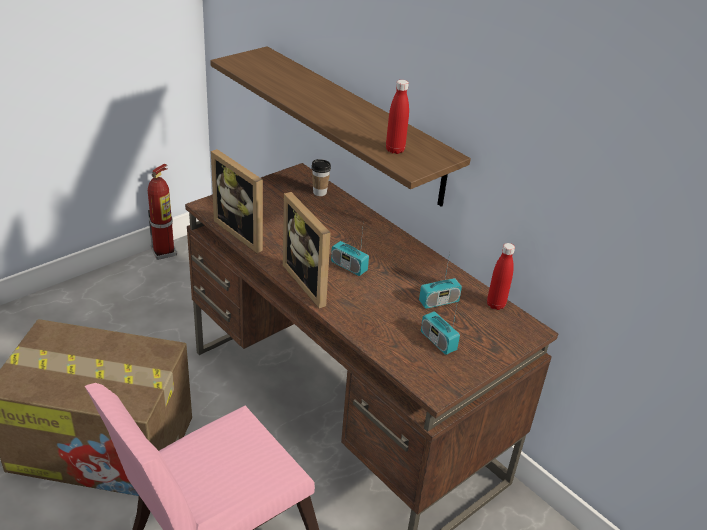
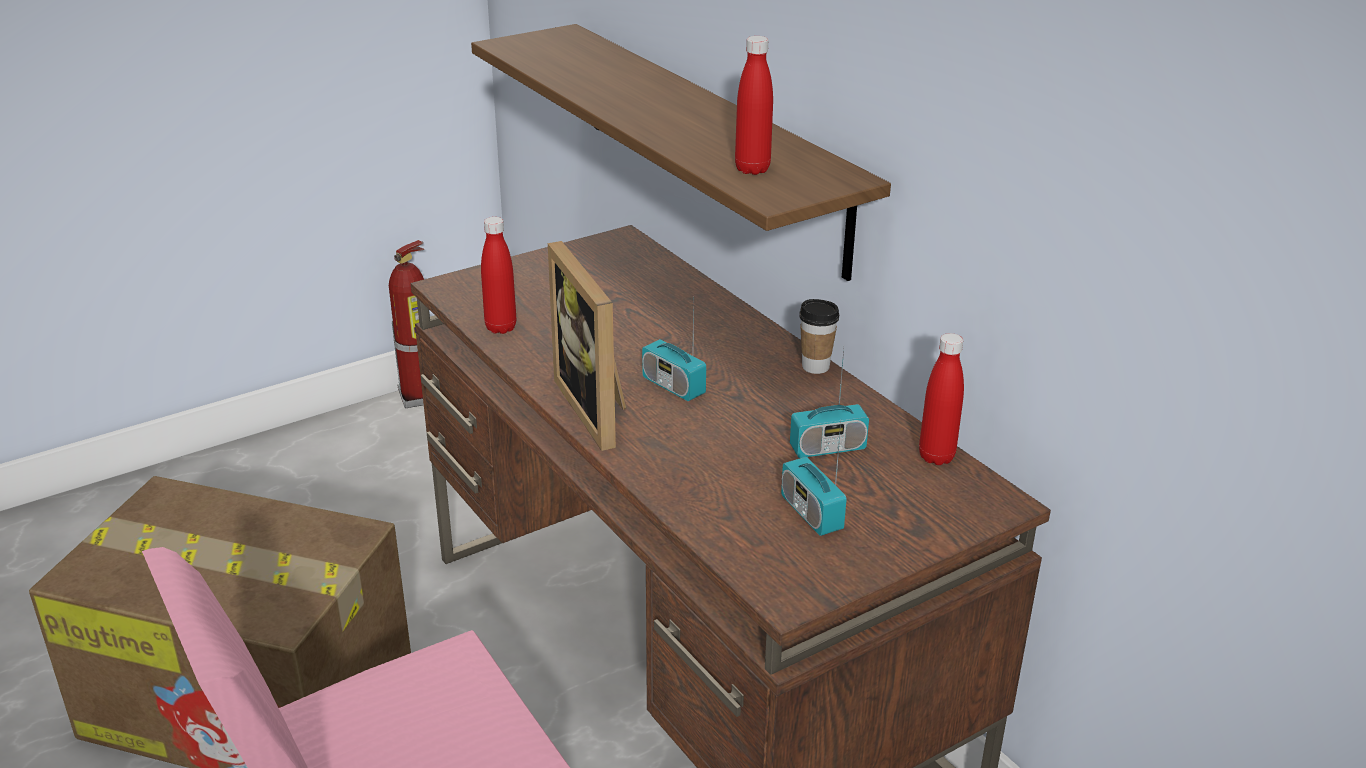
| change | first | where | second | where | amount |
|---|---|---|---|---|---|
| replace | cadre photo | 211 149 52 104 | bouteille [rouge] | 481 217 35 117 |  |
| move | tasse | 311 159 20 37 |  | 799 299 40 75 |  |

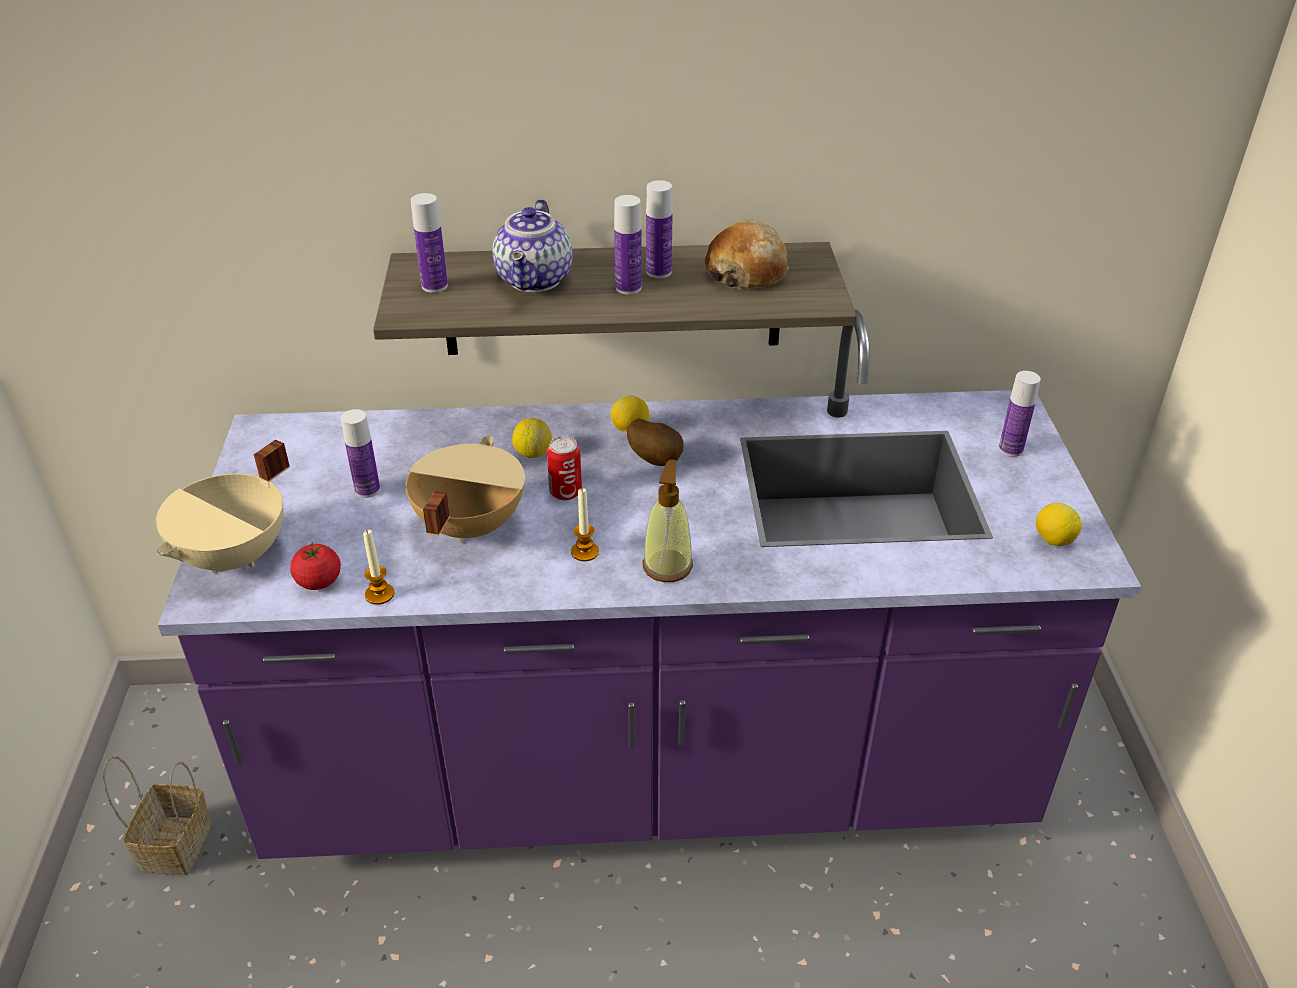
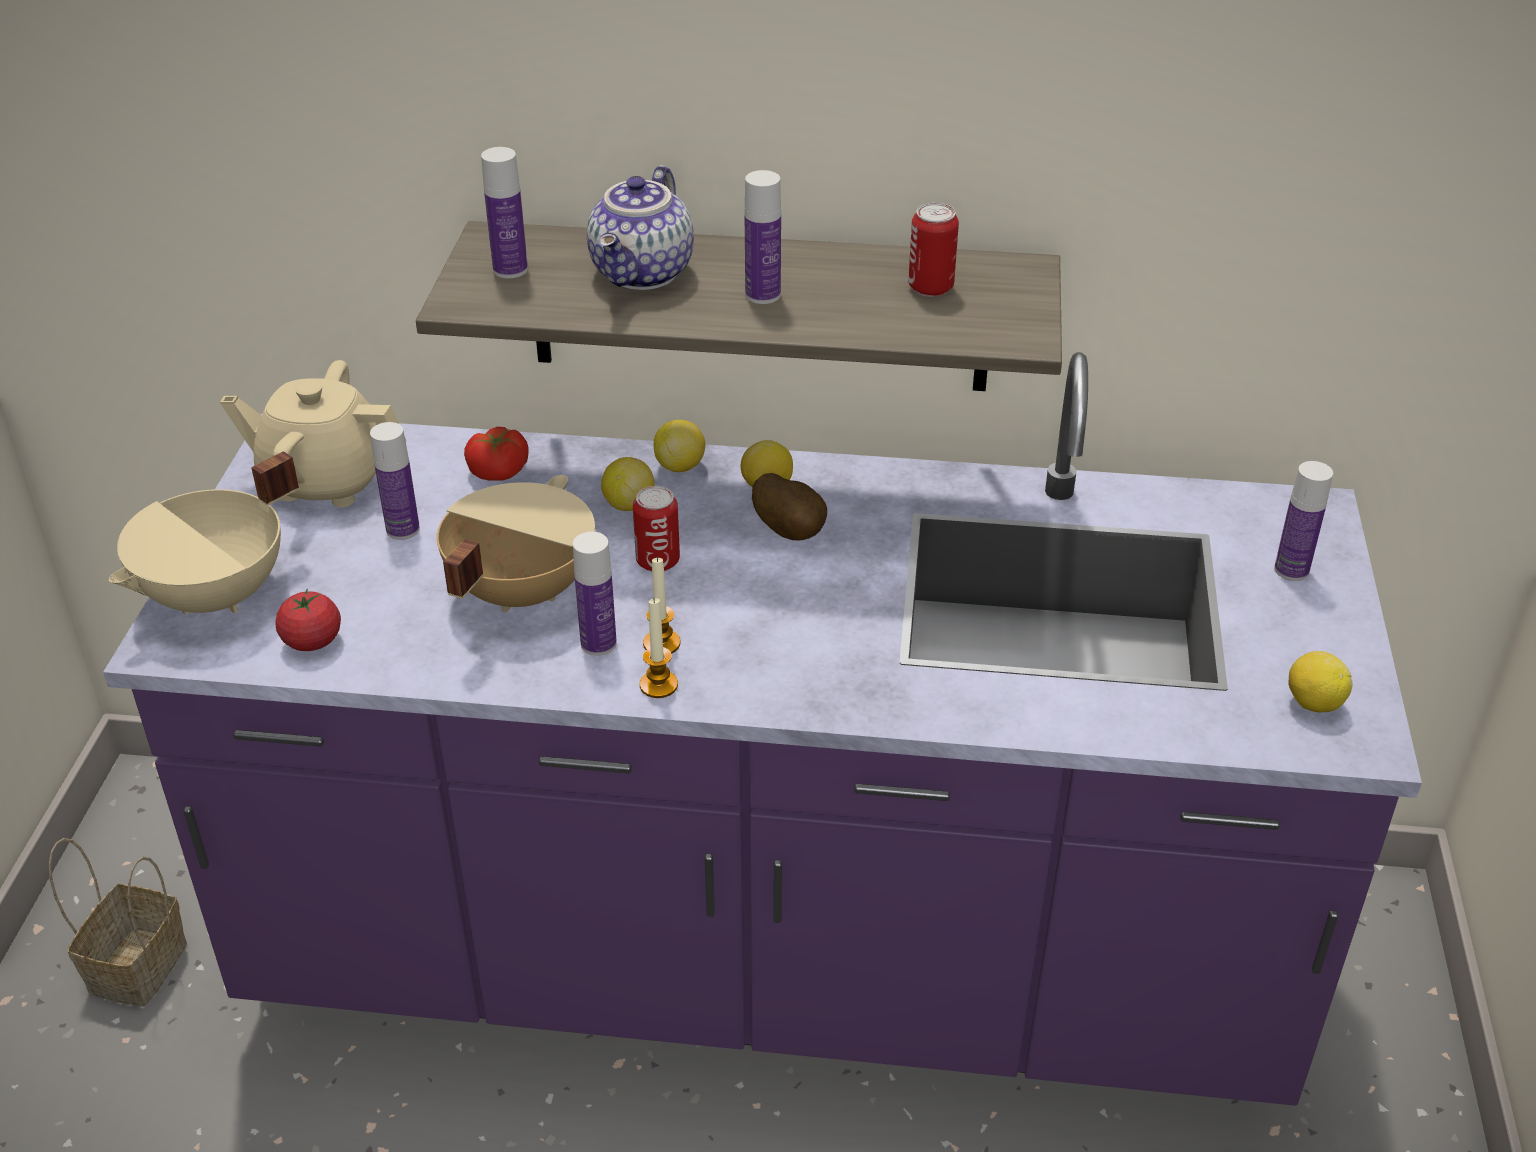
| change | first | where | second | where | amount |
|---|---|---|---|---|---|
| move | bouteille | 646 180 27 98 |  | 573 532 44 124 |  |
| replace | pain | 705 220 84 70 | boîte métallique | 908 203 51 94 |  |
| delete | distributeur de savon | 642 459 51 123 |  |  |  |
| move | bougie | 363 530 31 75 |  | 640 598 38 100 |  |
| insert |  |  | théière [beige] | 220 360 187 147 |  |
| insert |  |  | citron | 654 420 51 52 |  |
| insert |  |  | tomate | 464 427 65 54 |  |

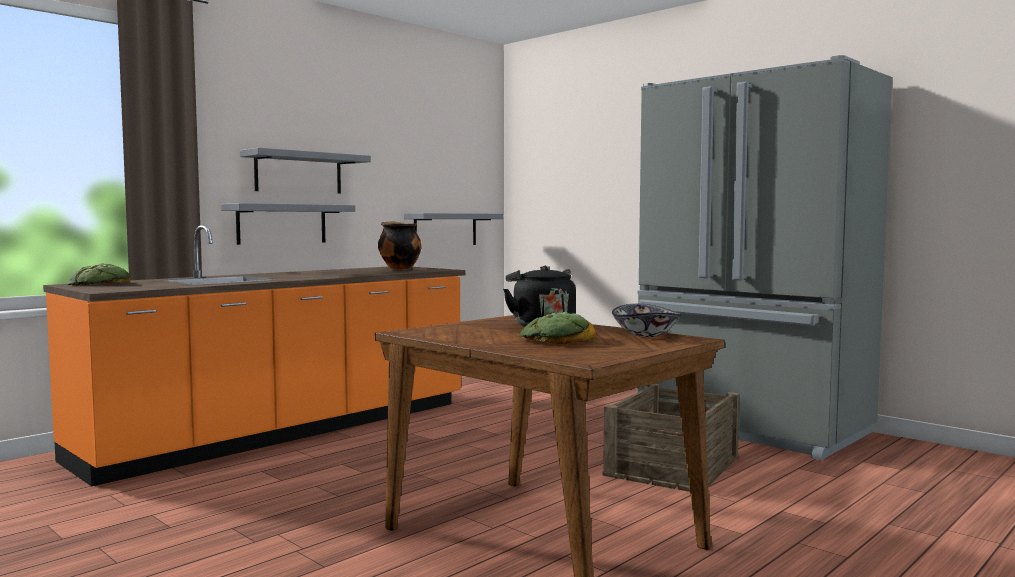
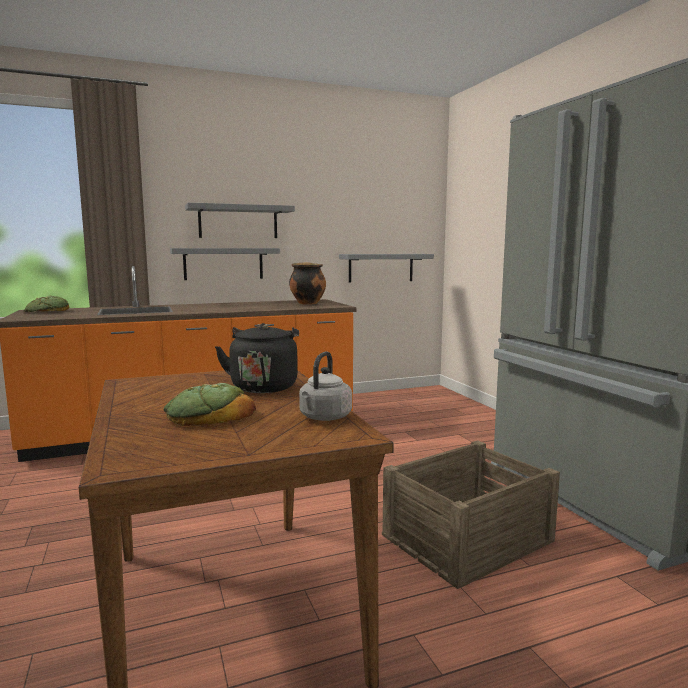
| change | first | where | second | where | amount |
|---|---|---|---|---|---|
| replace | bol | 612 304 70 33 | bouilloire [gris] | 299 351 53 70 |  |

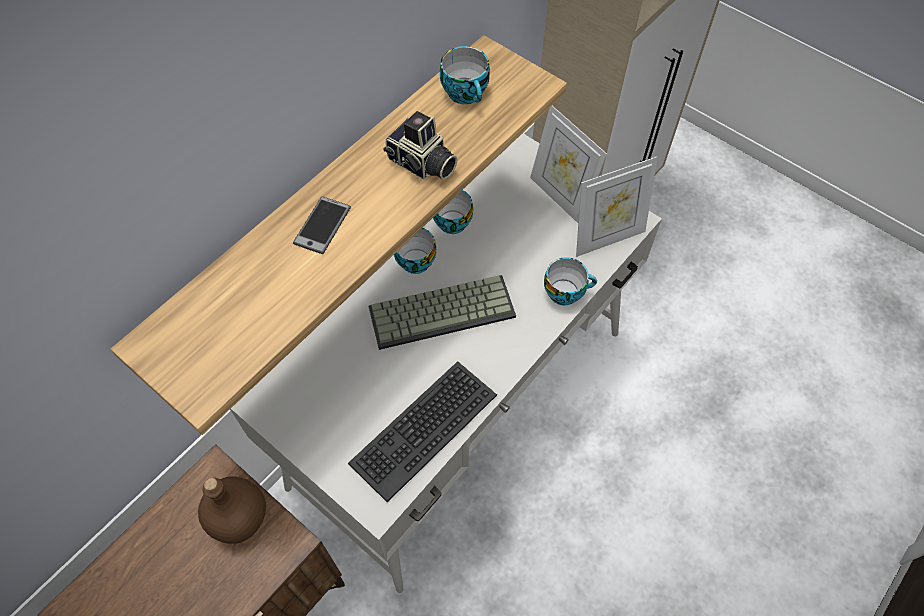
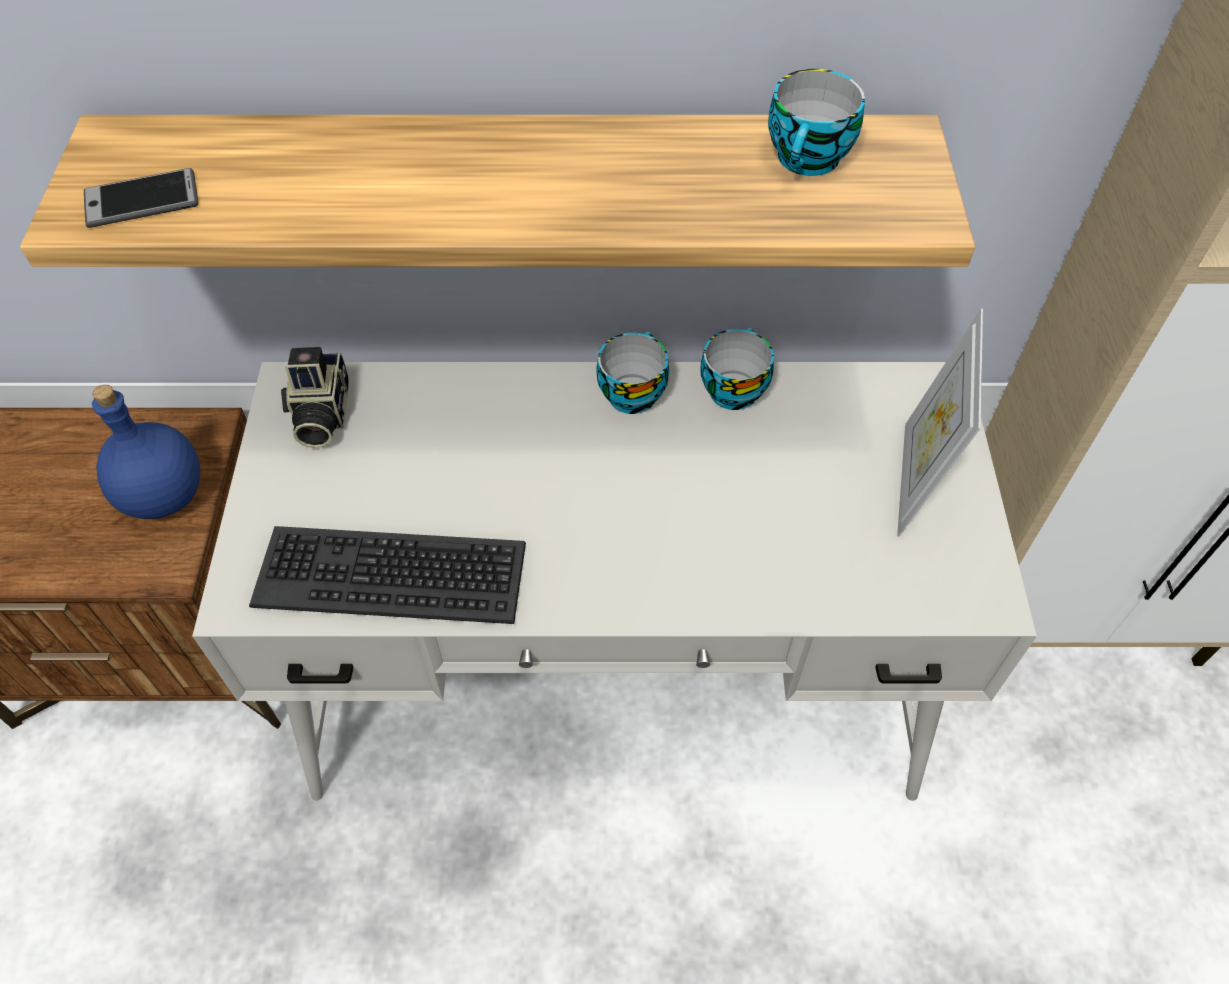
| change | first | where | second | where | amount |
|---|---|---|---|---|---|
| move | appareil photo | 383 111 75 69 |  | 281 347 68 101 |  |
| delete | cadre photo | 576 157 82 100 |  |  |  |
| move | téléphone | 293 196 58 58 |  | 84 168 115 60 |  |
| delete | tasse | 544 257 53 48 |  |  |  |
| delete | clavier | 368 275 148 75 |  |  |  |
| recolor | bouteille [marron] | 198 476 68 68 | bouteille [bleu] | 92 385 108 134 |  |

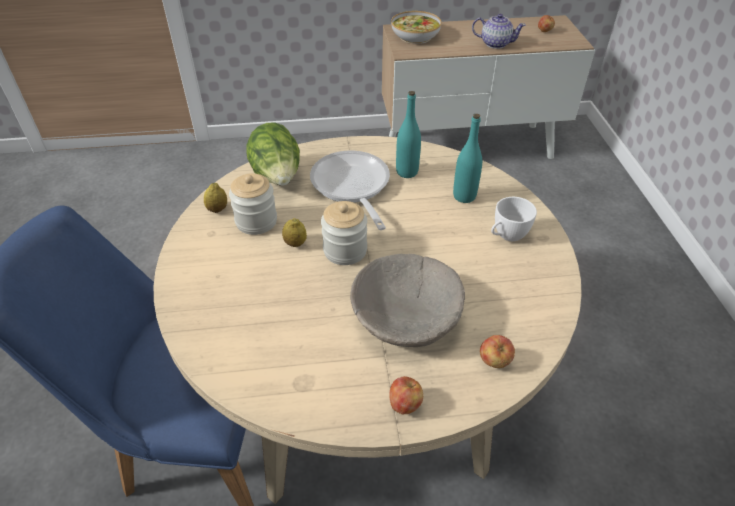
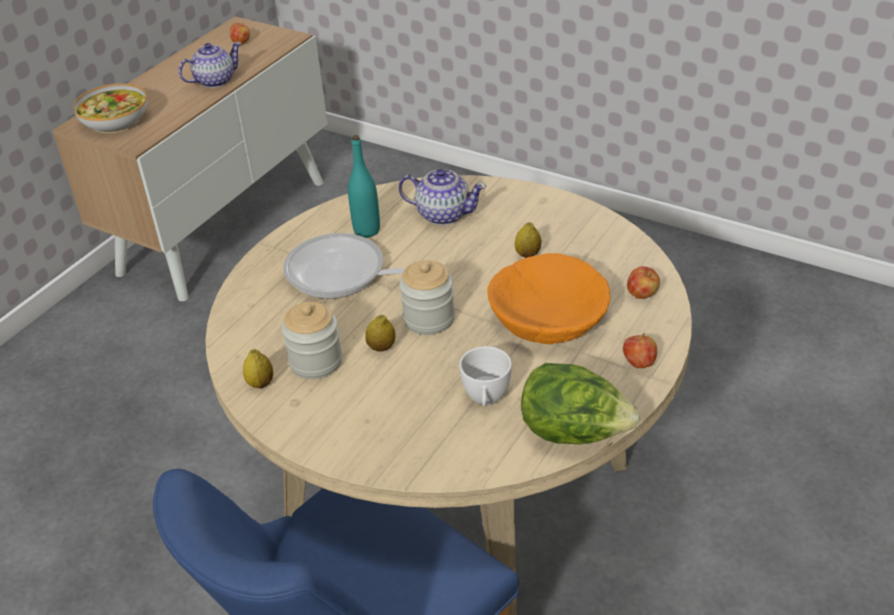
| change | first | where | second | where | amount |
|---|---|---|---|---|---|
| replace | bouteille [turquoise] | 453 114 29 89 | théière | 398 169 88 56 |  |
| move | laitue | 246 122 54 64 |  | 521 363 119 81 |  |
| move | tasse [blanc] | 491 197 46 44 |  | 459 346 53 61 |  |
| recolor | bol [beige] | 350 254 115 93 | bol [orange] | 488 253 123 91 |  |
| insert |  |  | citron | 515 222 26 36 |  |

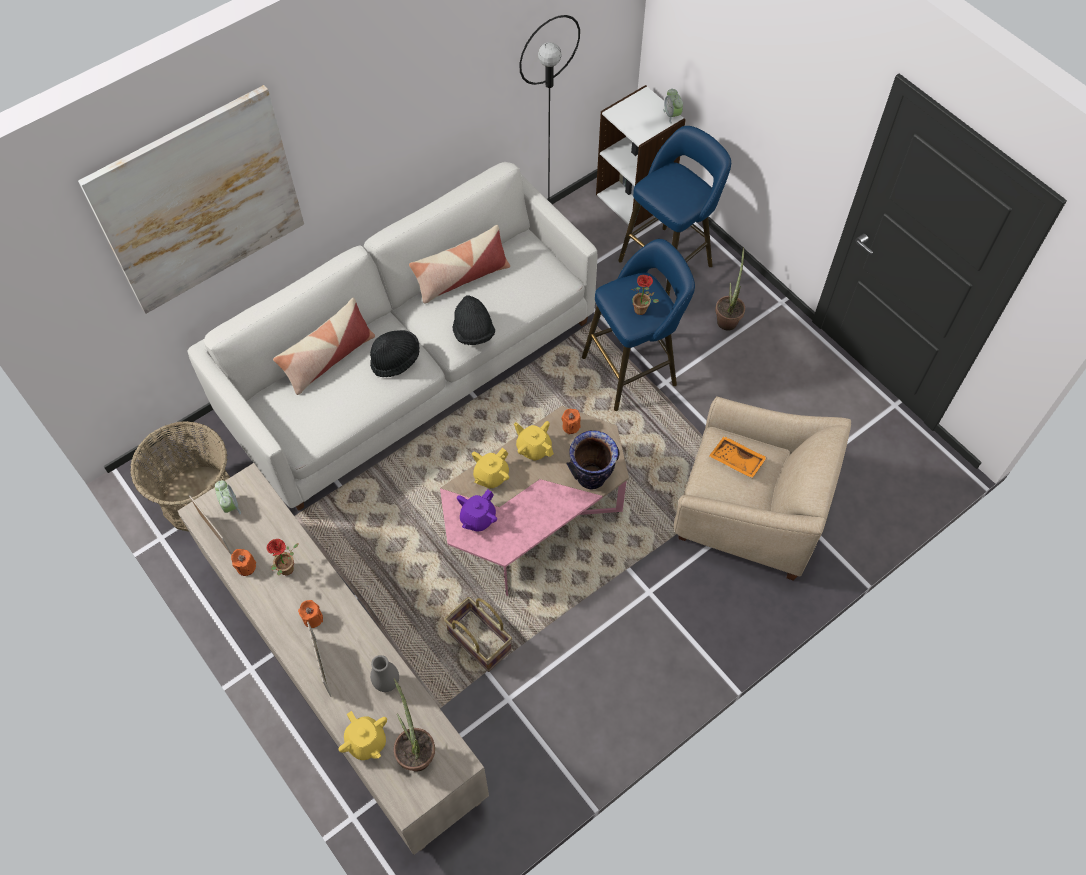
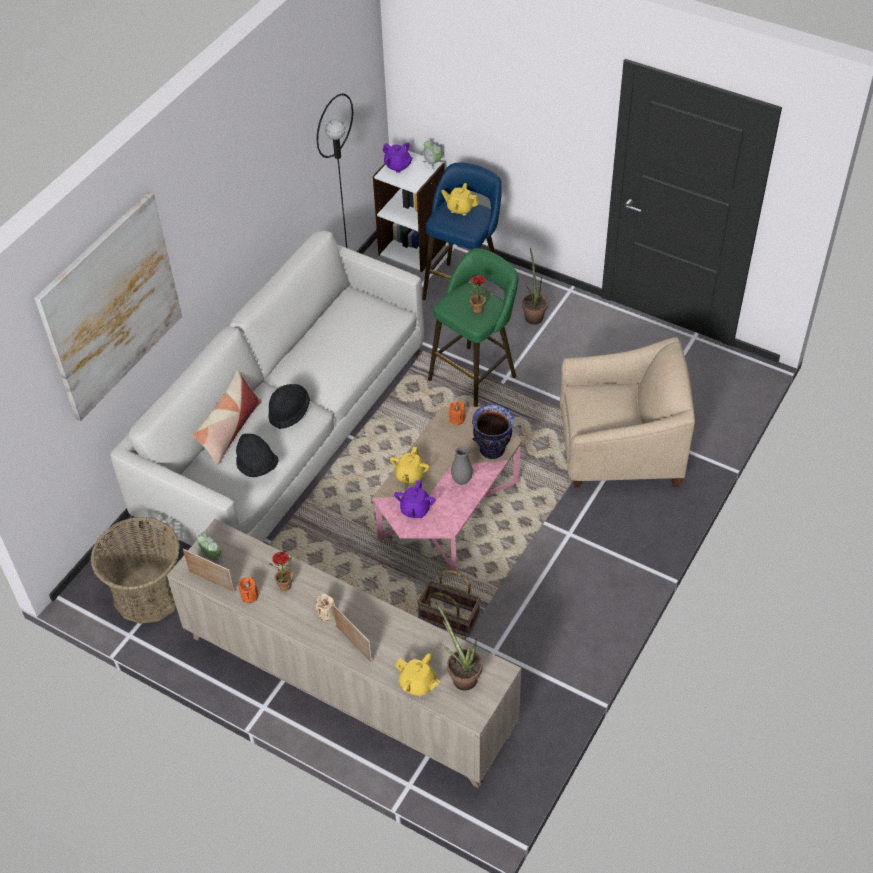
| change | first | where | second | where | amount |
|---|---|---|---|---|---|
| delete | coussin | 409 225 101 79 |  |  |  |
| recolor | tabouret [bleu] | 582 239 113 172 | tabouret [vert] | 428 248 90 159 |  |
| move | chapeau [noir] | 452 295 43 50 |  | 236 434 42 43 |  |
| move | théière [jaune] | 514 421 40 40 |  | 441 183 38 32 |  |
| delete | plateau [orange] | 709 436 58 42 |  |  |  |
| recolor | bougie [orange] | 298 600 25 28 | bougie [beige] | 316 594 19 27 |  |
| move | vase [gris] | 370 655 29 37 |  | 451 446 22 39 |  |
| insert |  |  | théière [violet] | 383 142 30 31 |  |

